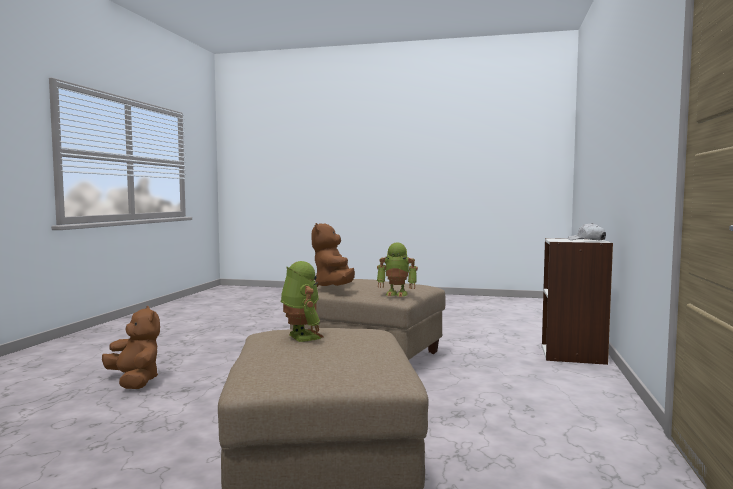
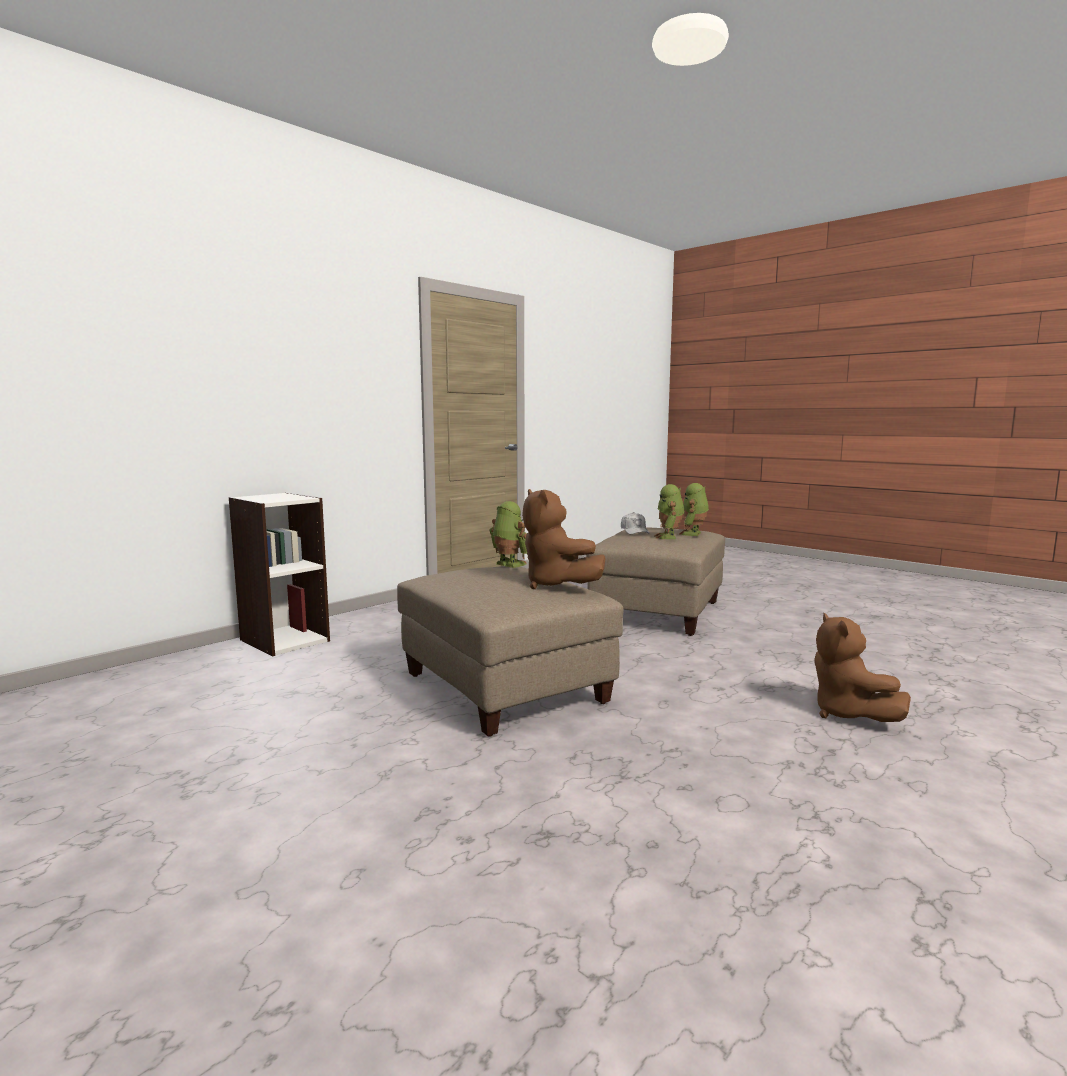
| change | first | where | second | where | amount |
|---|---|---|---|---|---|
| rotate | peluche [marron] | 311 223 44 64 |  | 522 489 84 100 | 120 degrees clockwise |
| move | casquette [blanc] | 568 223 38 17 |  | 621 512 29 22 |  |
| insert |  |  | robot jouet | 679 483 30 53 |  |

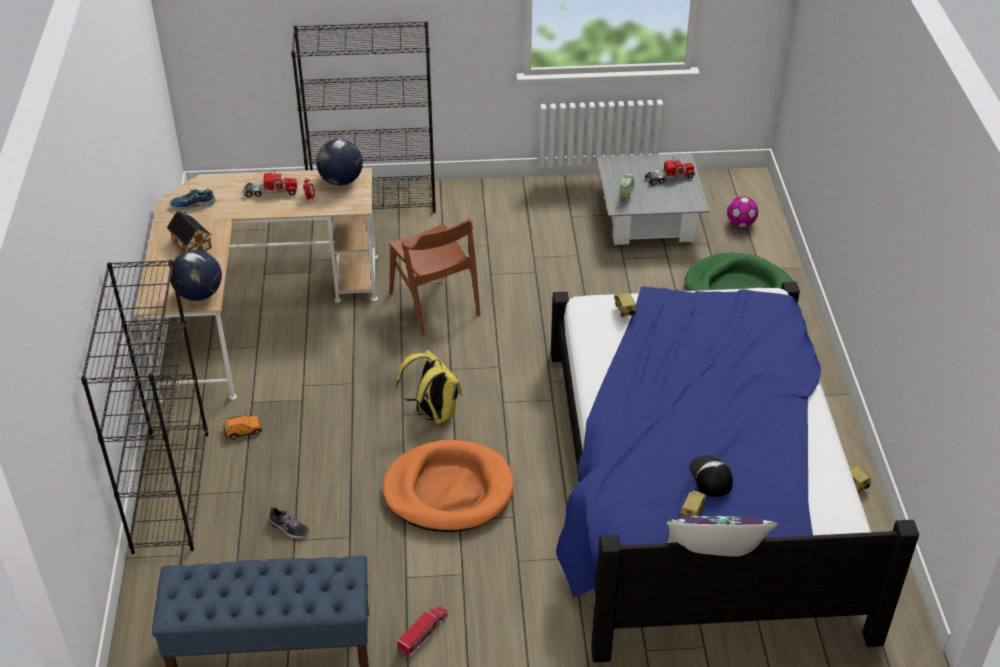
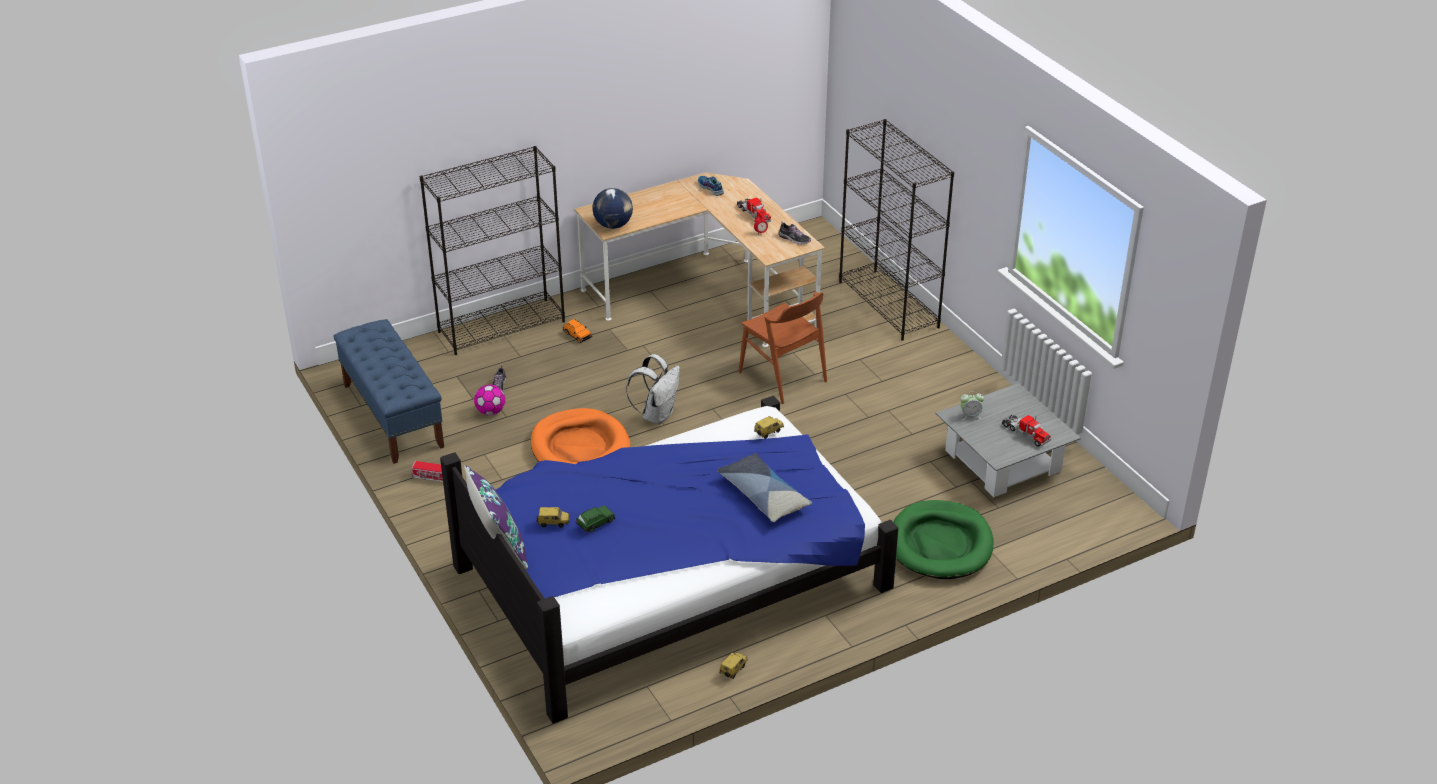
| change | first | where | second | where | amount |
|---|---|---|---|---|---|
| replace | globe | 316 139 47 47 | chaussure | 779 221 32 24 |  |
| move | ballon de foot | 727 196 31 31 |  | 474 385 31 31 |  |
| delete | maison miniature | 167 209 45 43 |  |  |  |
| rotate | chaise [marron] | 389 218 91 118 |  | 739 292 88 112 | 75 degrees counterclockwise |
| recolor | sac à dos [jaune] | 396 350 66 74 | sac à dos [blanc] | 626 354 54 71 |  |
| replace | casquette | 689 455 44 42 | petite voiture [vert] | 576 505 39 28 |  |
| insert |  |  | coussin | 717 453 95 69 |  |

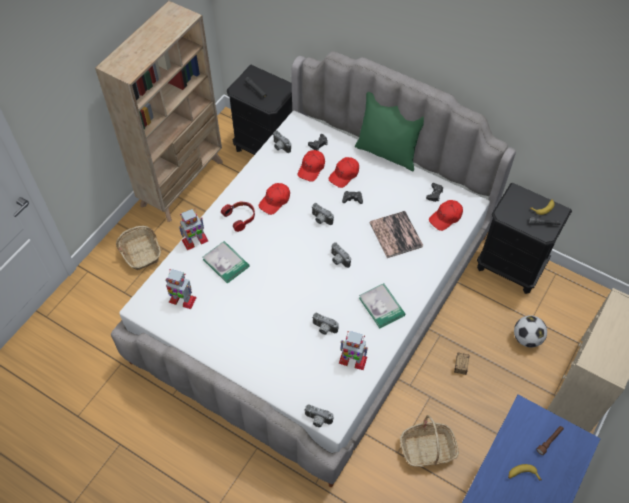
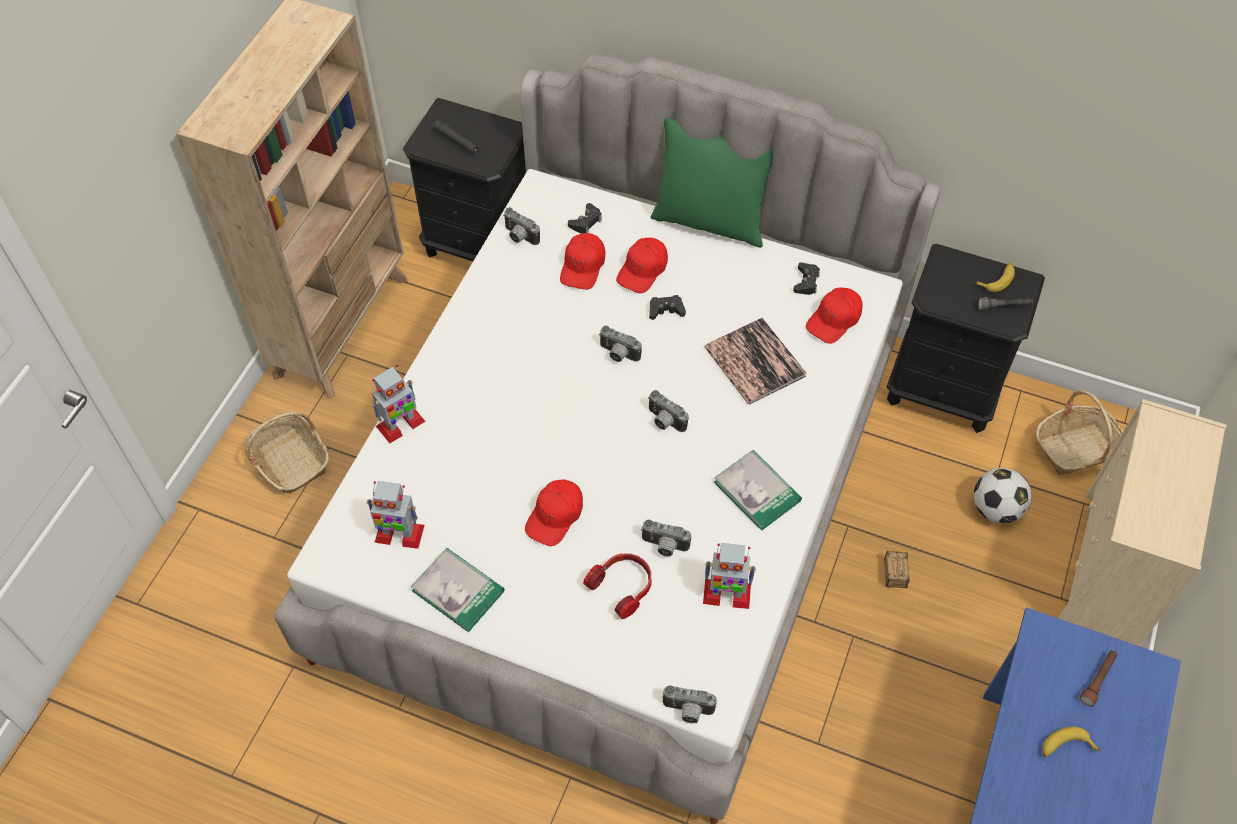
| change | first | where | second | where | amount |
|---|---|---|---|---|---|
| move | casquette [rouge] | 258 183 32 32 |  | 525 480 58 66 |  |
| move | casque audio | 221 201 34 31 |  | 583 553 69 66 |  |
| move | livre | 203 241 47 43 |  | 411 548 93 84 |  |
| move | panier | 400 415 59 52 |  | 1036 390 87 85 |  |

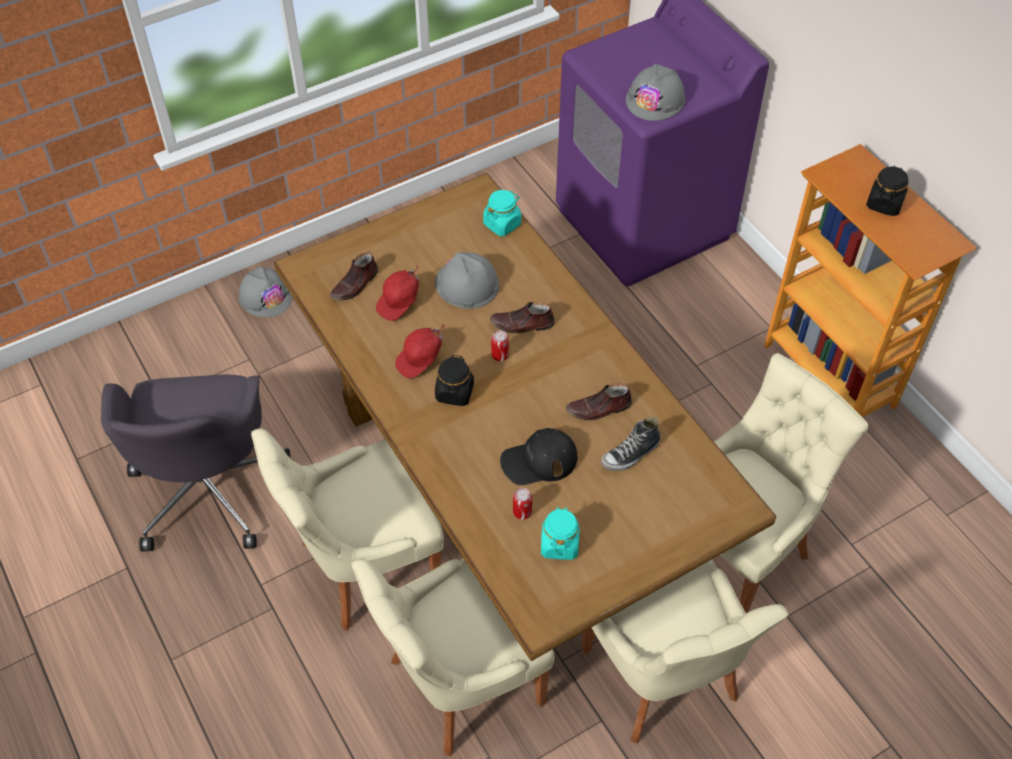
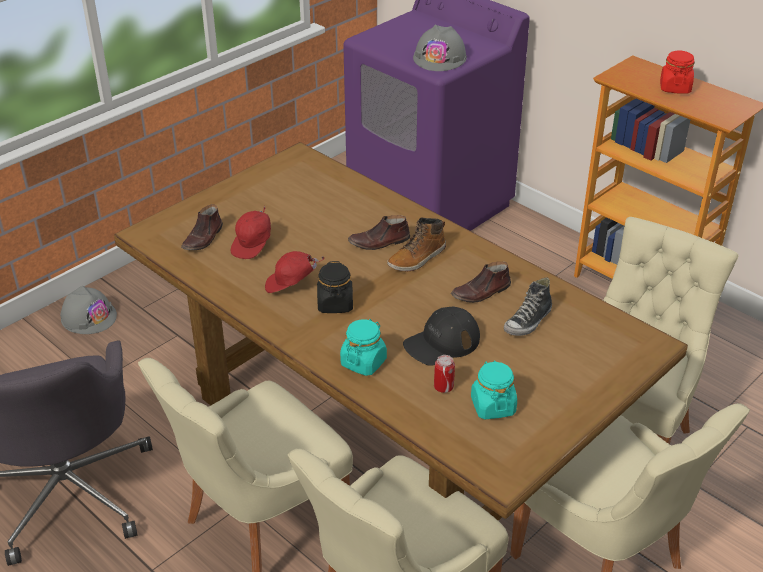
| change | first | where | second | where | amount |
|---|---|---|---|---|---|
| recolor | bocal [noir] | 866 165 42 51 | bocal [rouge] | 660 51 35 43 |  |
| move | bocal [turquoise] | 483 190 38 46 |  | 340 319 47 57 |  |
| delete | casque de chantier [gris] | 435 252 64 57 |  |  |  |
| rotate | casquette [rouge] | 395 324 49 54 |  | 265 251 60 42 | 45 degrees clockwise |
| delete | boîte métallique | 491 330 18 31 |  |  |  |
| insert |  |  | botte | 387 218 59 53 |  |

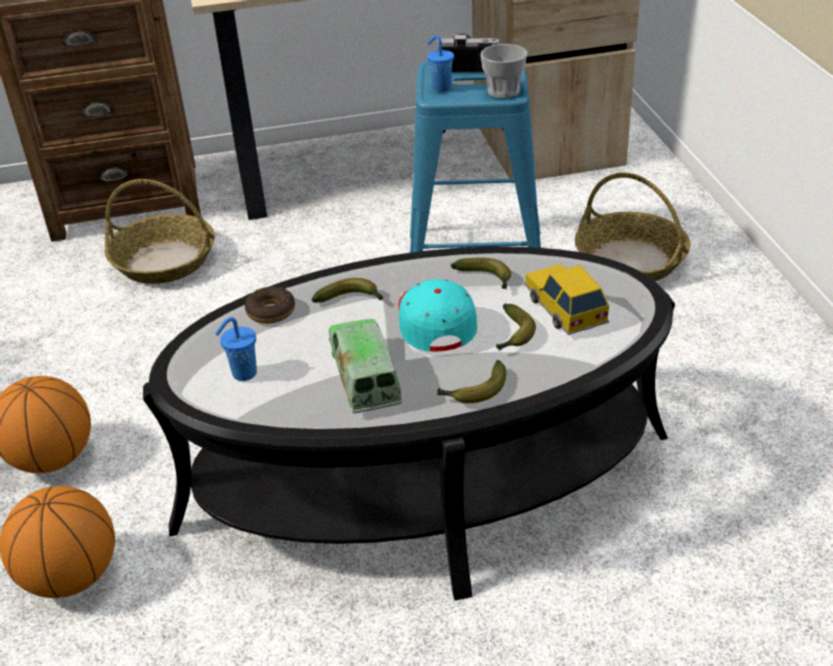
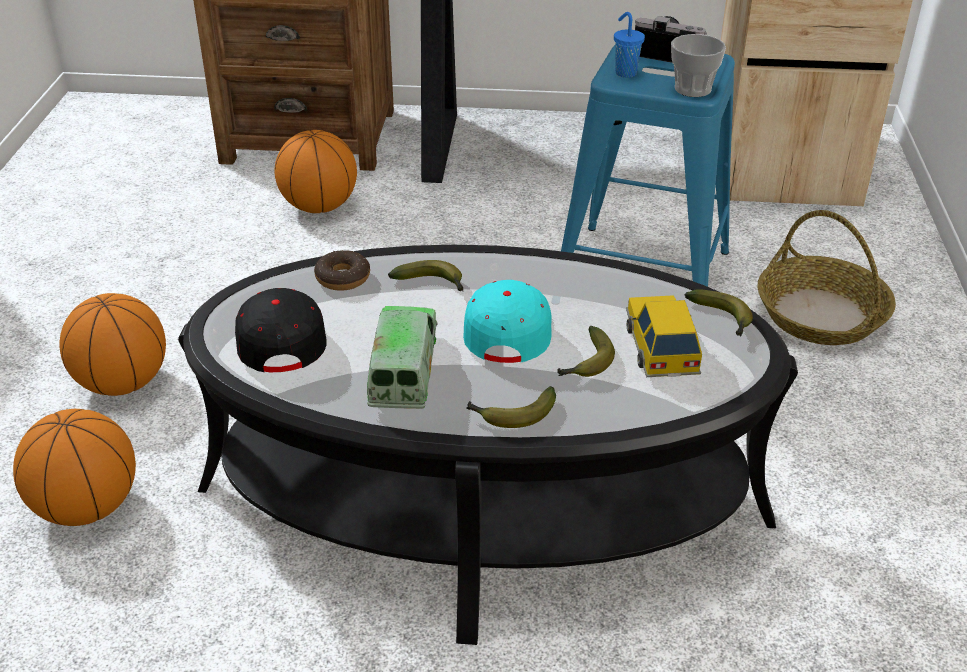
| change | first | where | second | where | amount |
|---|---|---|---|---|---|
| replace | panier | 105 179 110 105 | ballon de basket | 274 130 83 83 |  |
| move | banane | 451 258 60 31 |  | 685 289 68 48 |  |
| replace | tasse [bleu] | 215 317 42 64 | casquette [noir] | 235 288 92 84 |  |

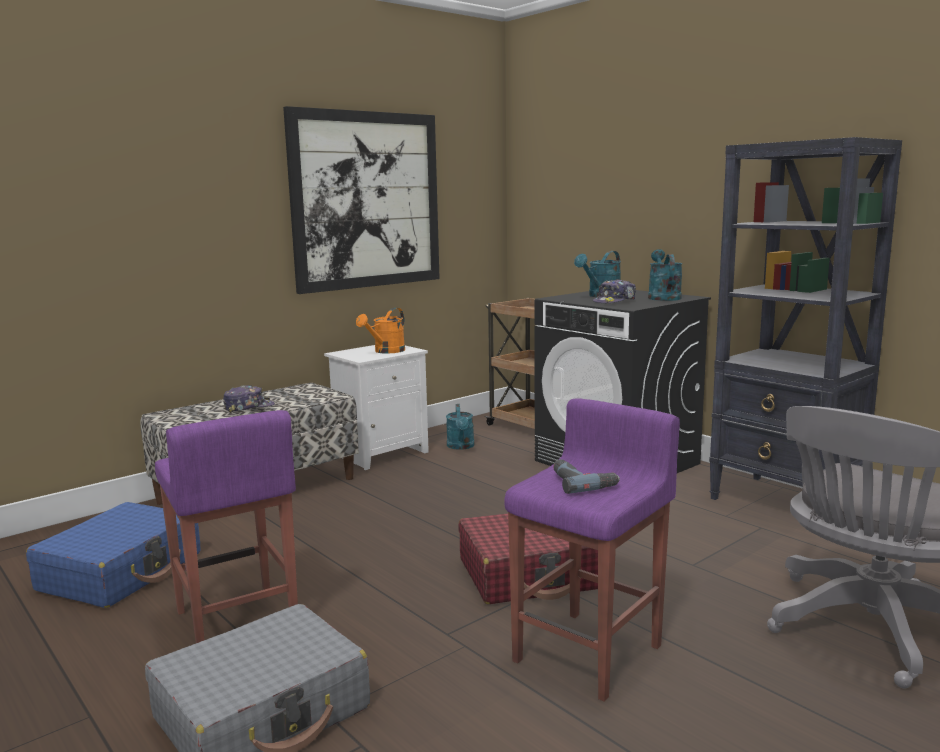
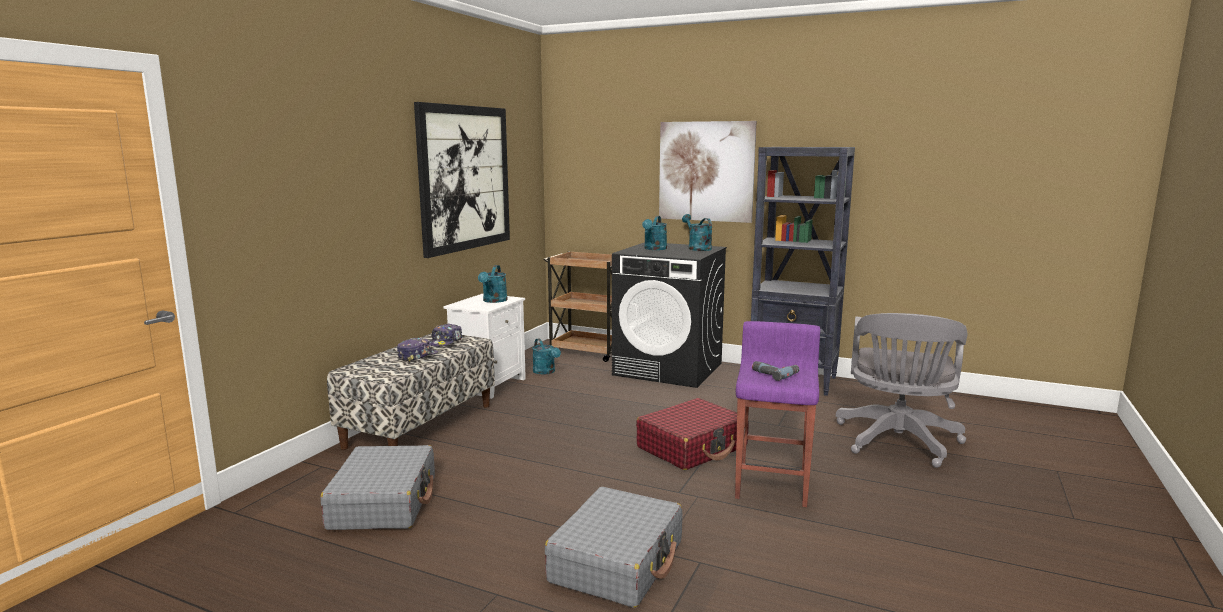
| change | first | where | second | where | amount |
|---|---|---|---|---|---|
| move | casquette | 593 279 43 24 |  | 429 323 33 24 |  |
| recolor | arrosoir [orange] | 356 308 49 46 | arrosoir [turquoise] | 478 265 30 38 |  |
| delete | tabouret [violet] | 155 410 143 233 |  |  |  |
| recolor | valise [bleu] | 26 502 174 106 | valise [gris] | 321 445 114 85 |  |
| insert |  |  | tableau | 659 121 98 102 |  |

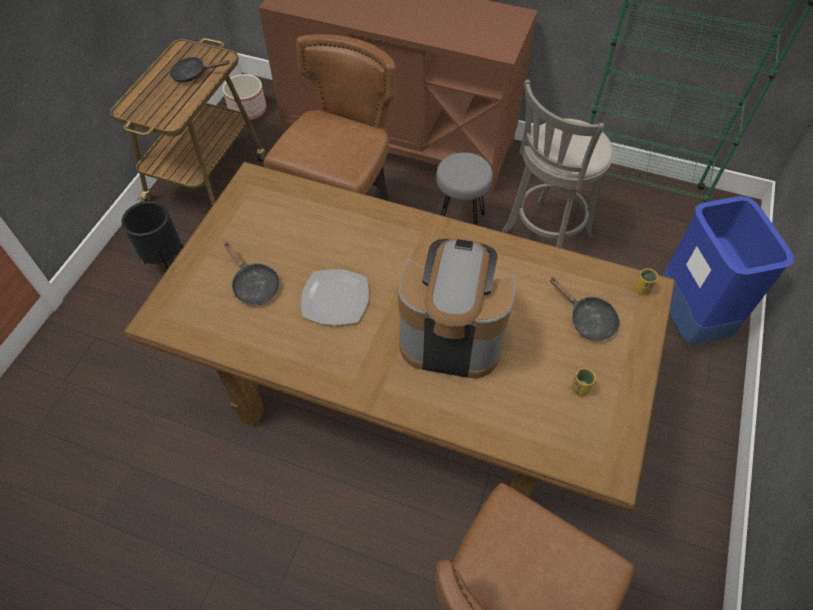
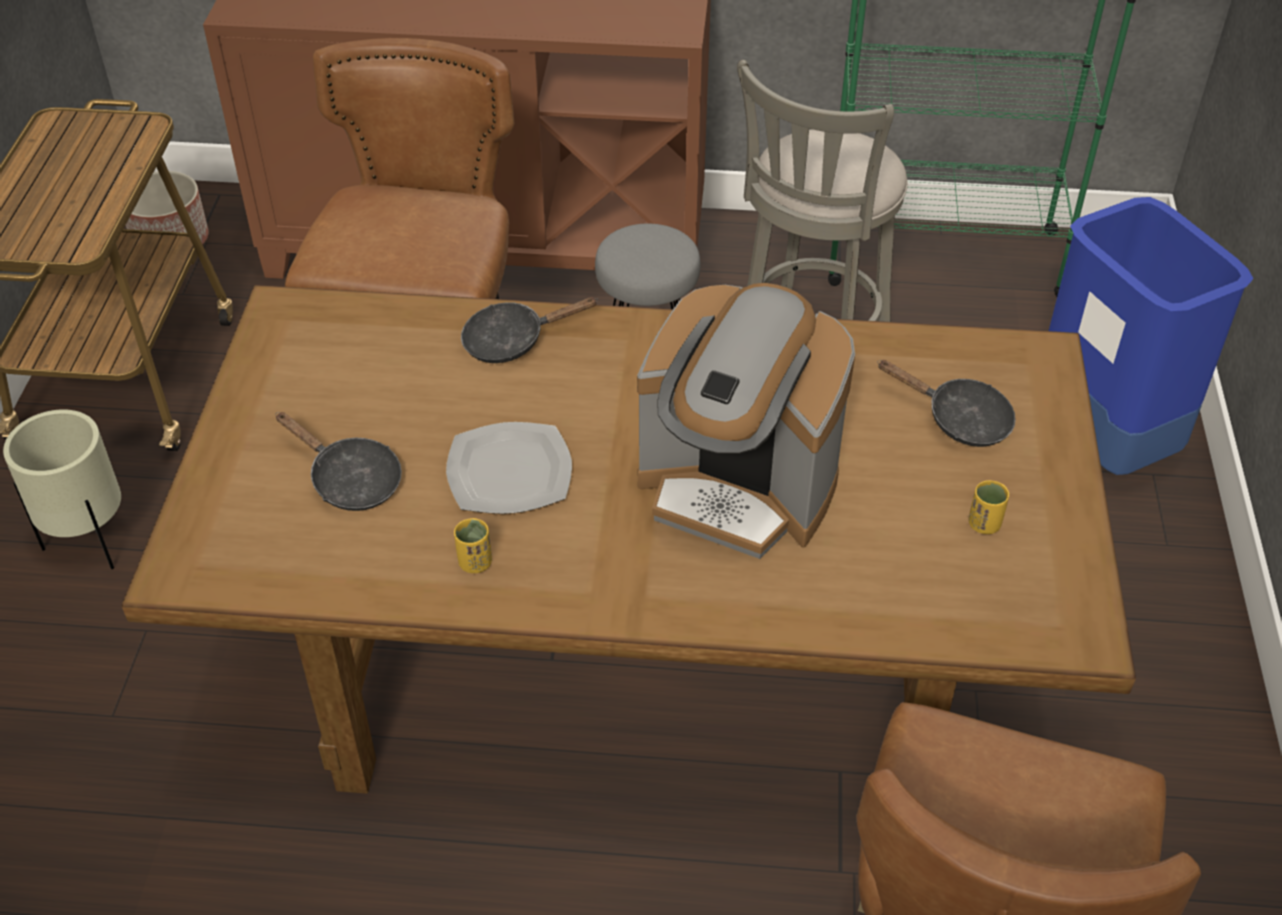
| change | first | where | second | where | amount |
|---|---|---|---|---|---|
| move | poêle [noir] | 169 57 60 25 |  | 461 297 137 66 |  |
| recolor | cache-pot [noir] | 122 201 61 69 | cache-pot [beige] | 3 409 118 160 |  |
| rotate | machine à café | 398 238 118 141 |  | 637 283 218 276 | 150 degrees counterclockwise |
| move | tasse [jaune] | 634 268 24 28 |  | 454 518 38 55 |  |

